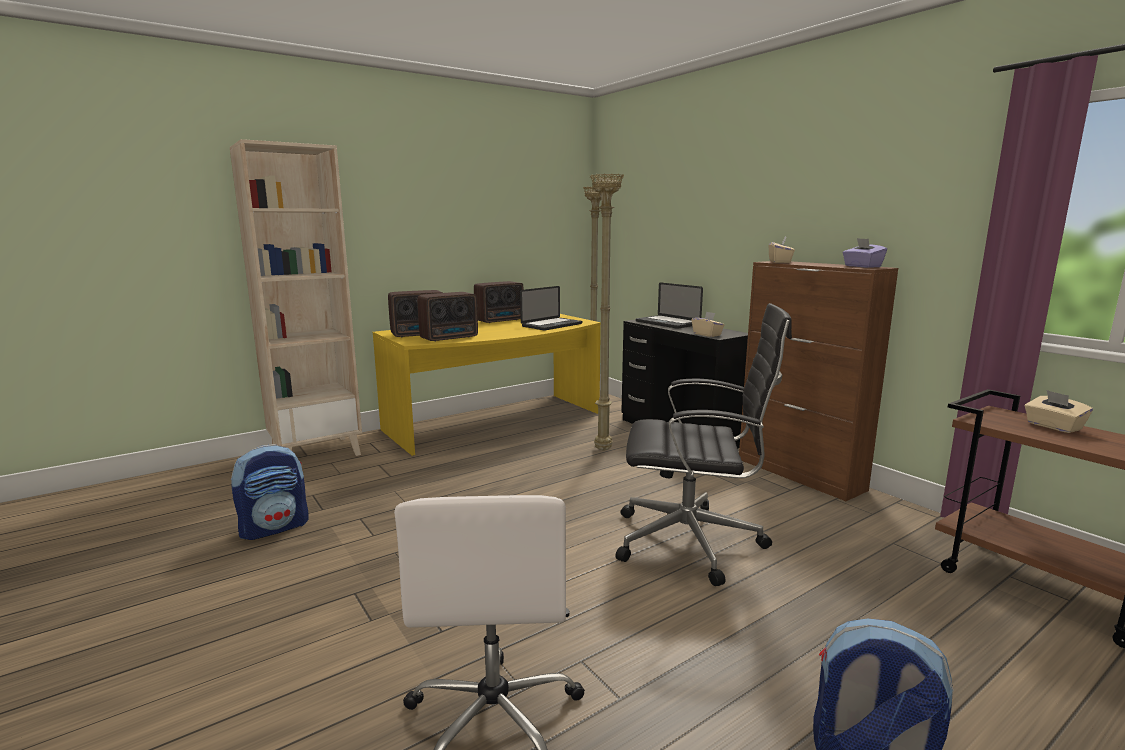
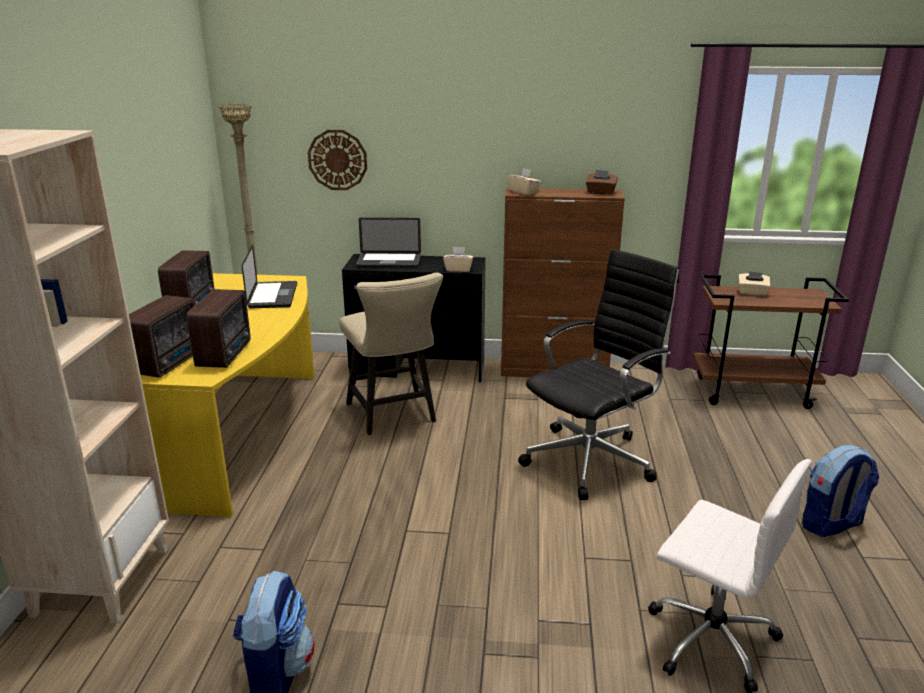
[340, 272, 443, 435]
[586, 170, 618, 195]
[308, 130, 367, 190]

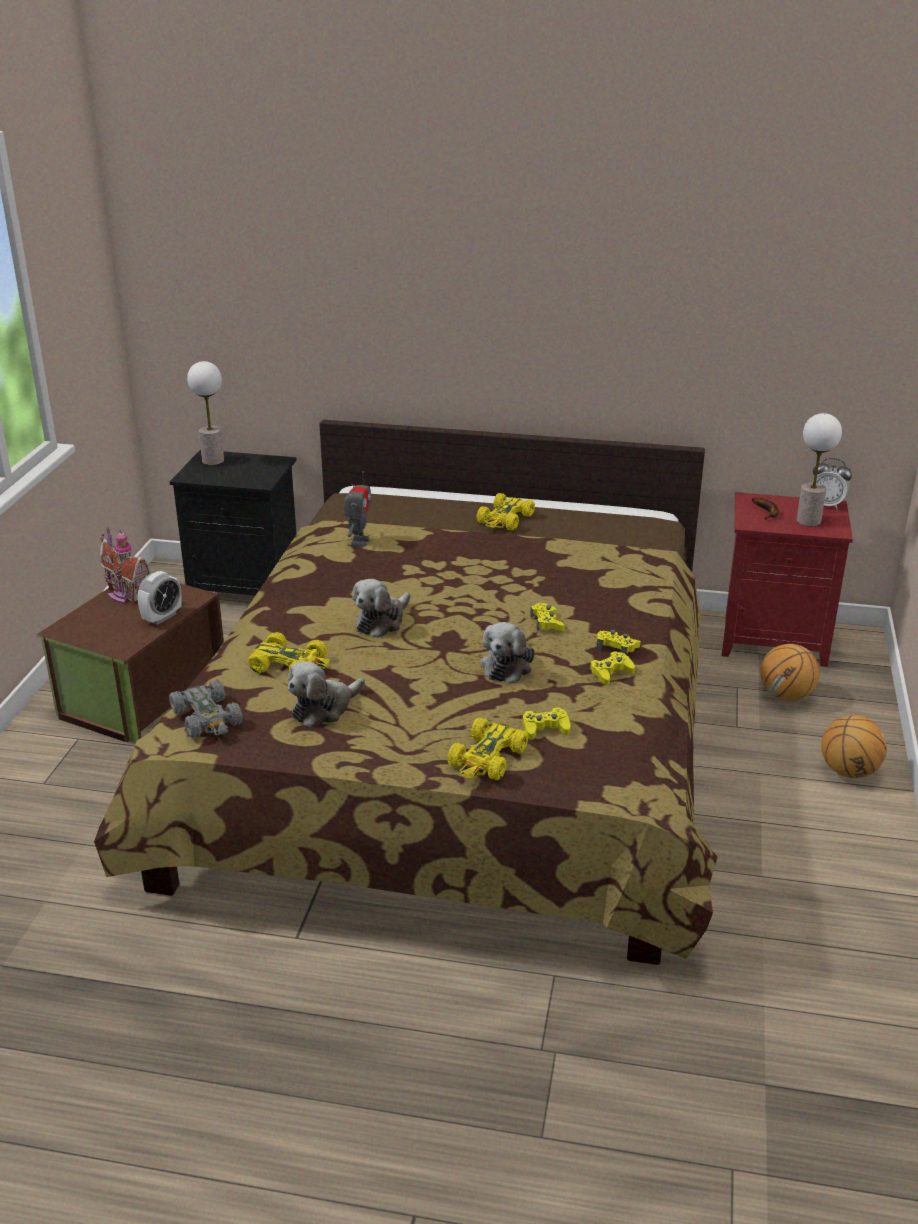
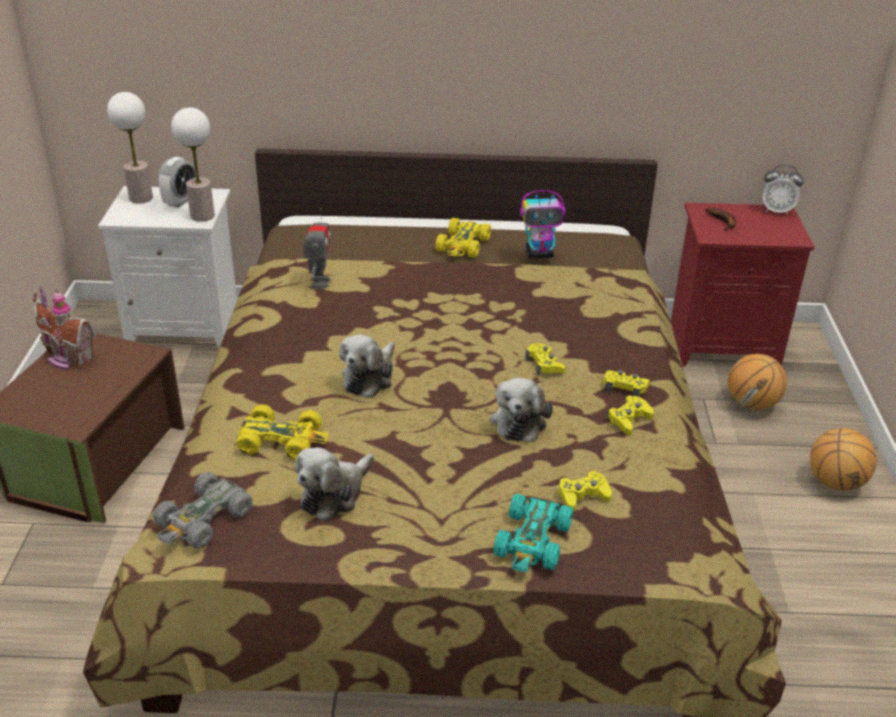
[171, 107, 215, 222]
[98, 186, 237, 350]
[158, 157, 196, 208]
[152, 472, 252, 549]
[493, 494, 573, 572]
[520, 190, 565, 259]

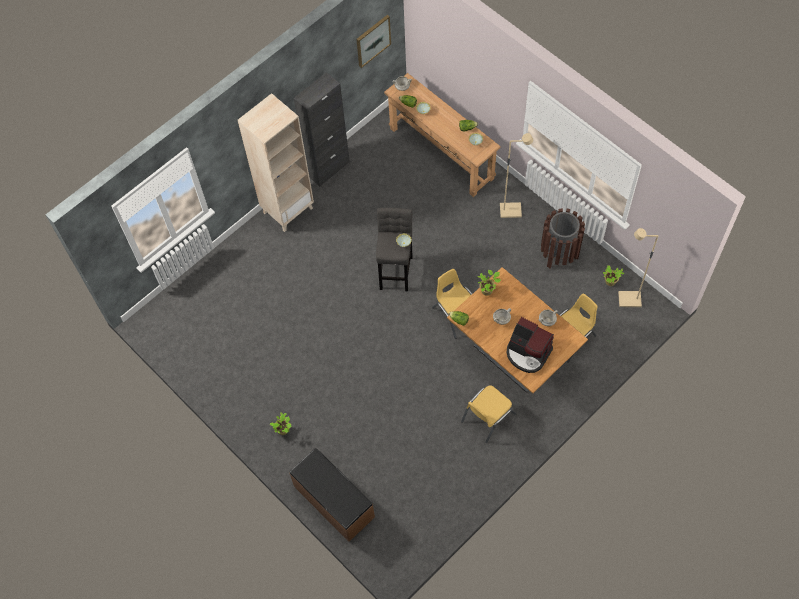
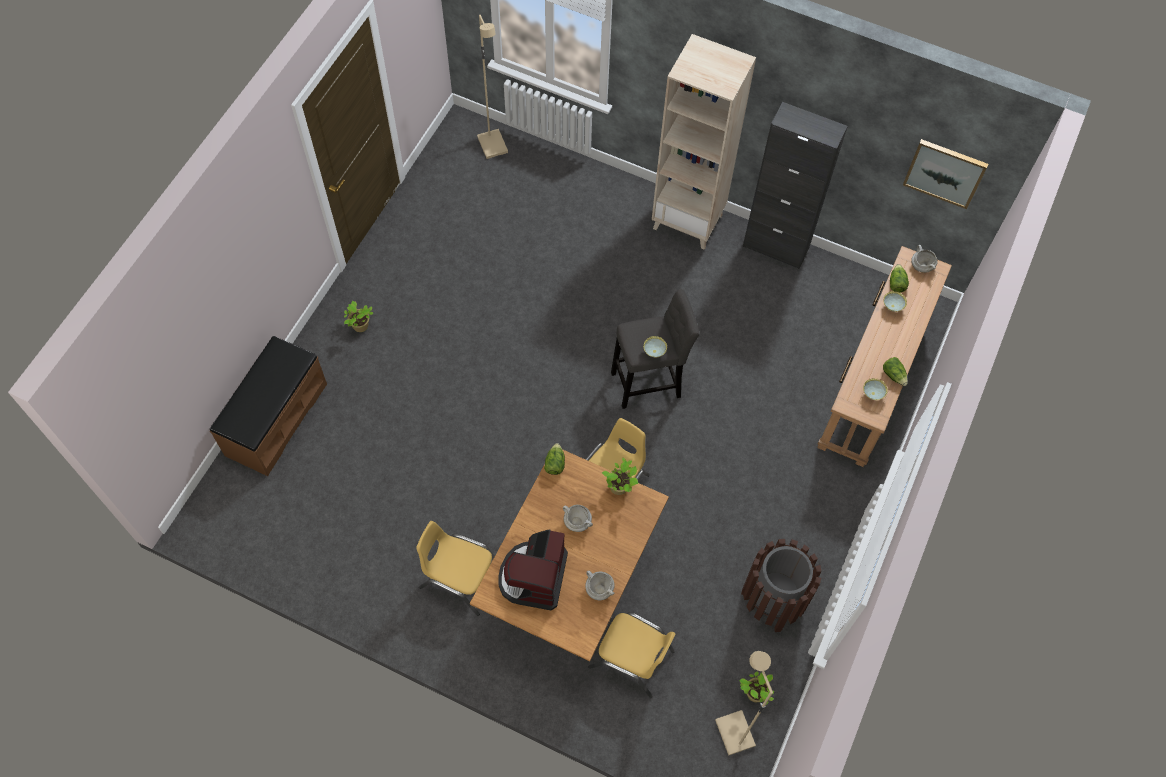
[477, 15, 508, 159]

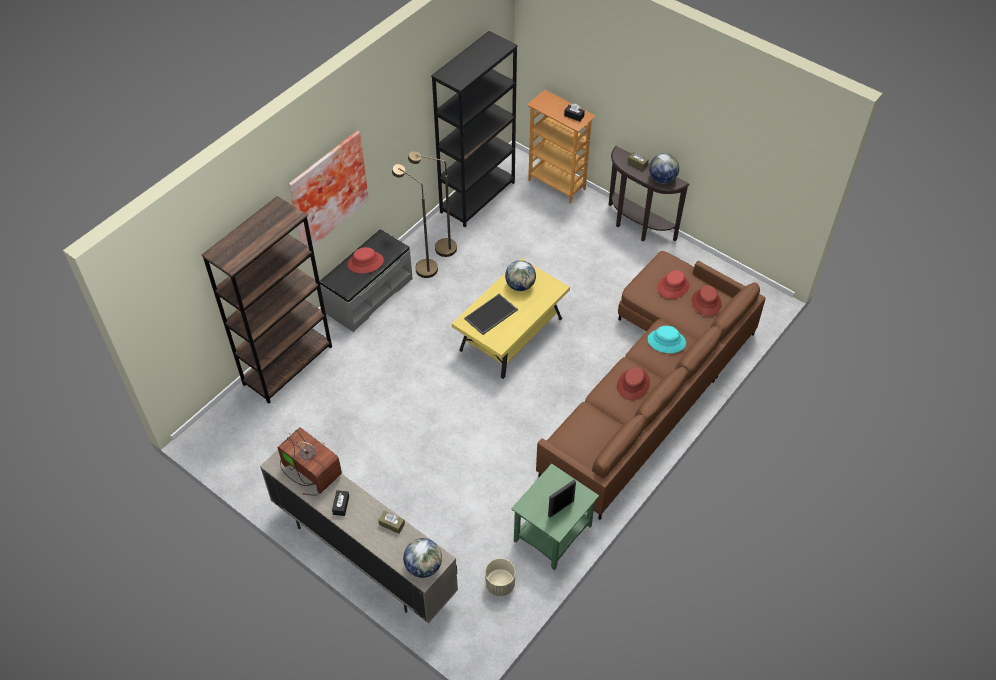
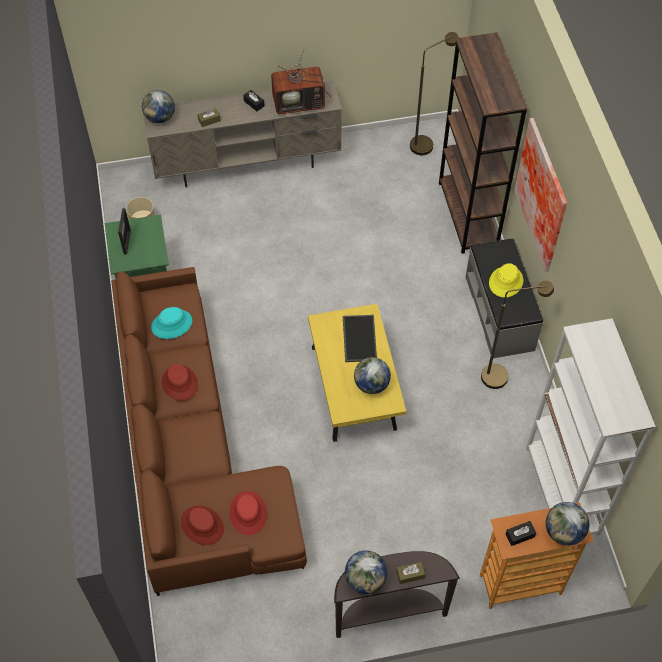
[526, 318, 656, 536]
[410, 32, 459, 155]
[489, 263, 523, 297]
[151, 307, 192, 339]
[546, 502, 589, 546]

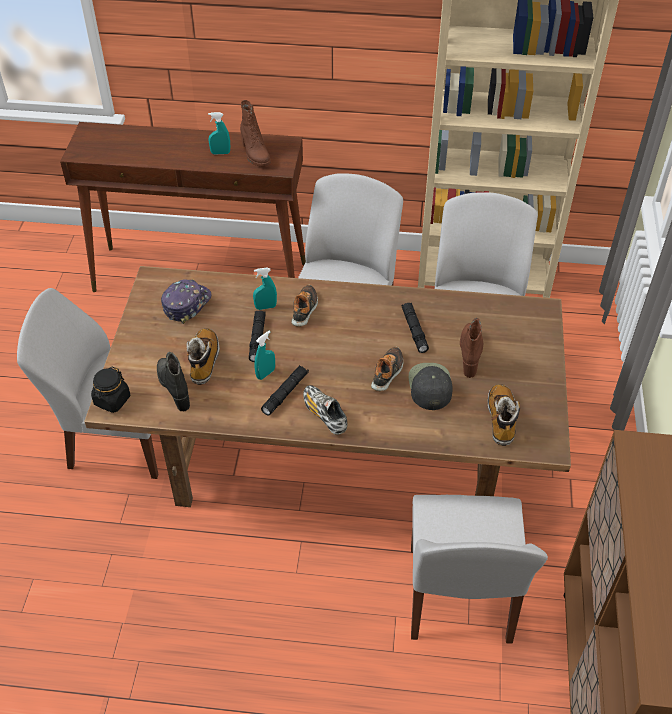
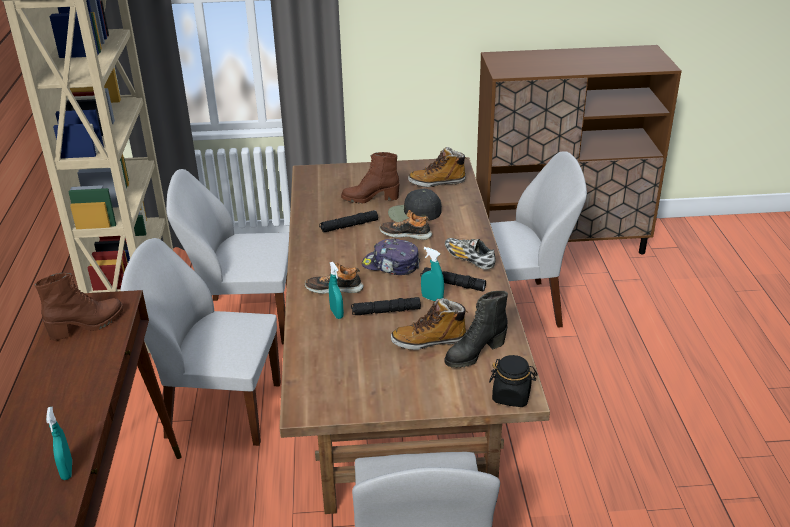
[46, 407, 72, 480]
[362, 238, 420, 275]
[445, 238, 496, 270]

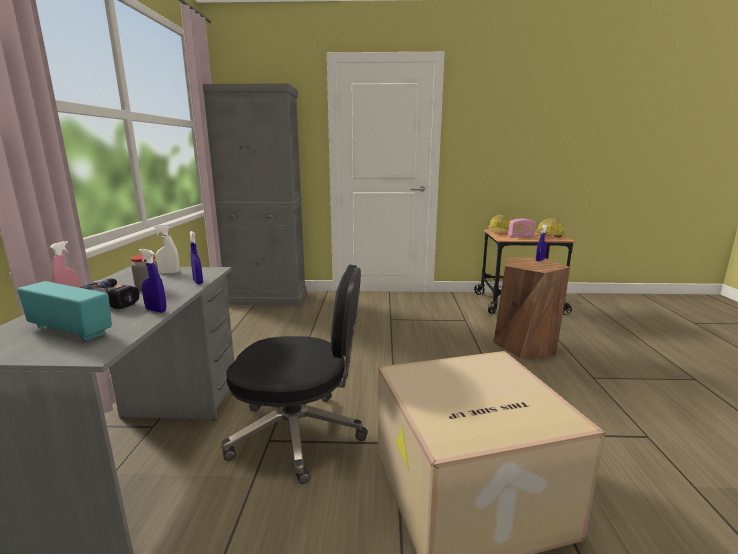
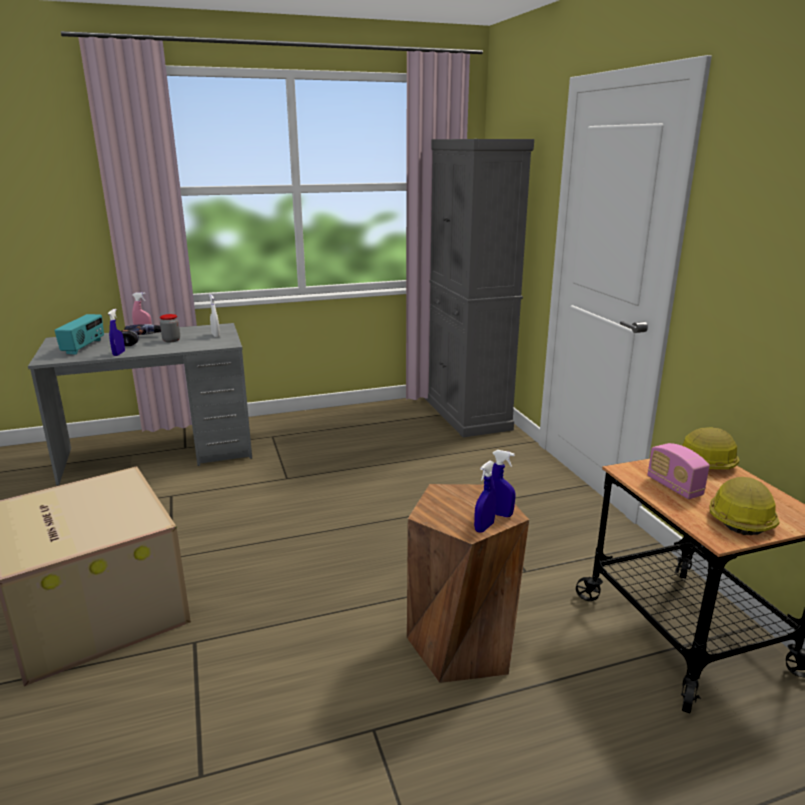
[474, 461, 496, 533]
[221, 265, 368, 484] (first image)

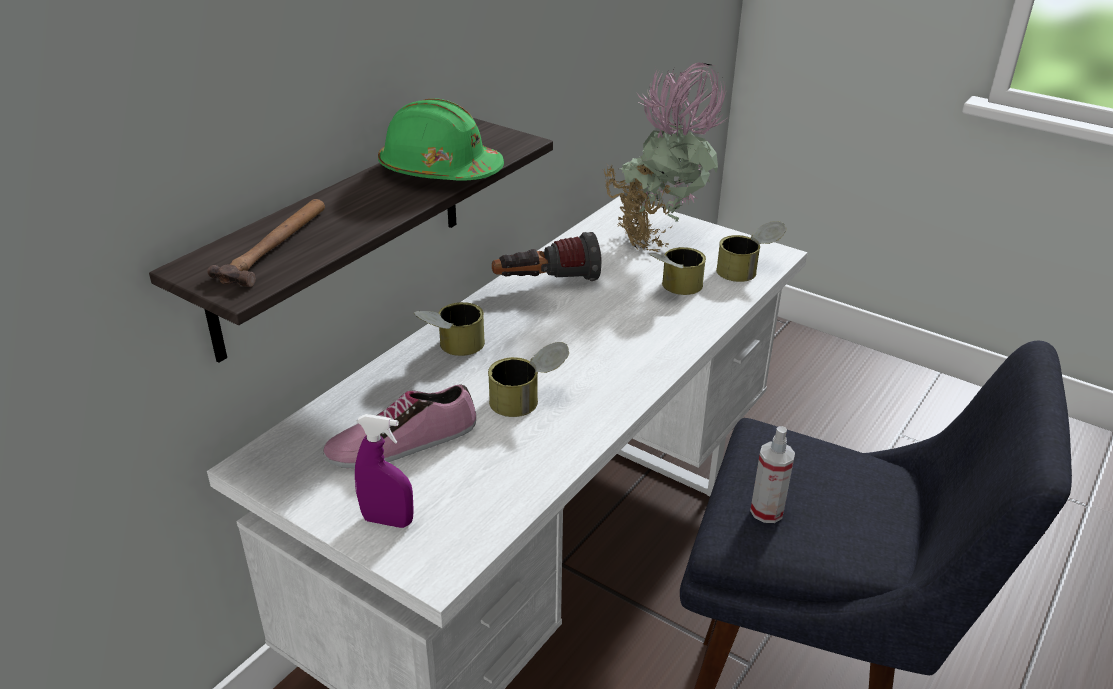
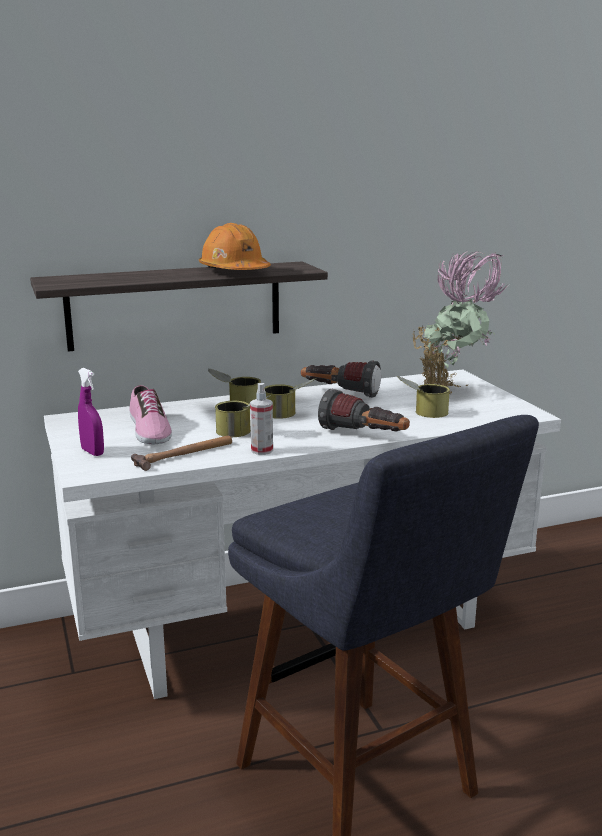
[199, 223, 271, 270]
[131, 435, 232, 471]
[264, 378, 316, 419]
[129, 385, 172, 444]
[250, 383, 273, 455]
[318, 388, 410, 431]

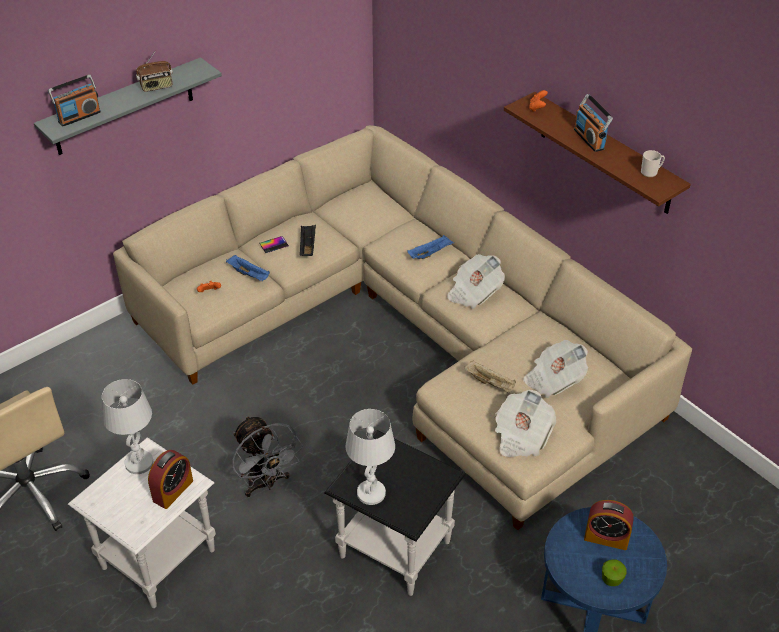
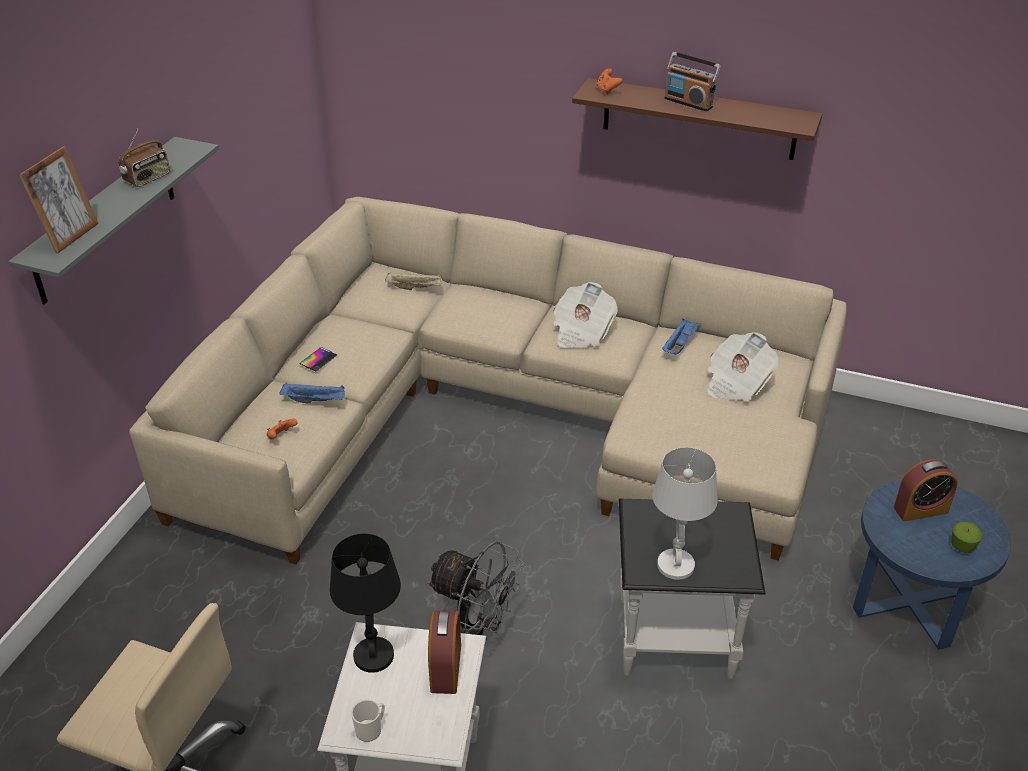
[19, 146, 99, 254]
[351, 700, 385, 742]
[300, 225, 316, 256] (first image)
[662, 319, 701, 355]
[385, 273, 442, 290]
[330, 533, 401, 673]
[495, 390, 556, 457] (first image)

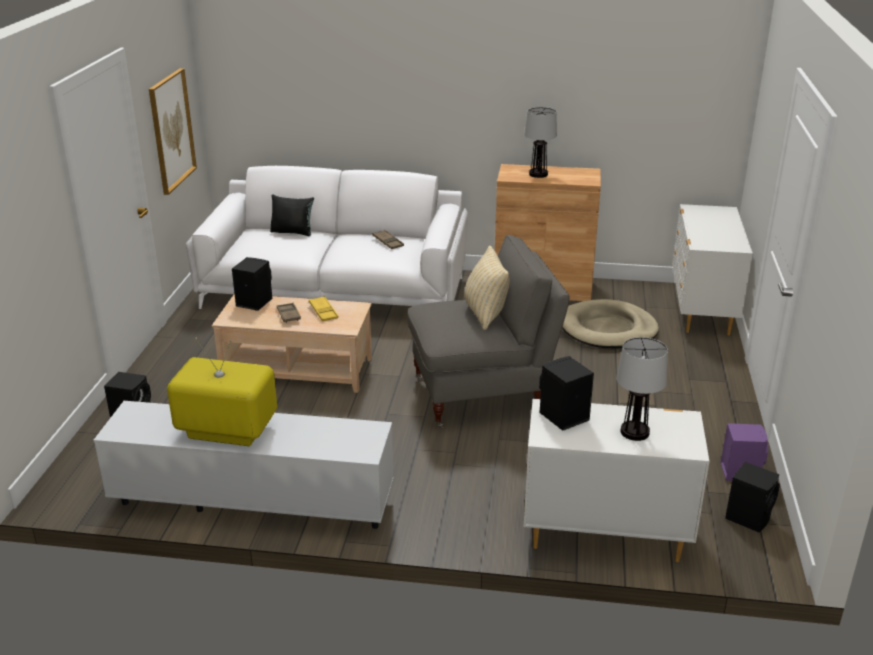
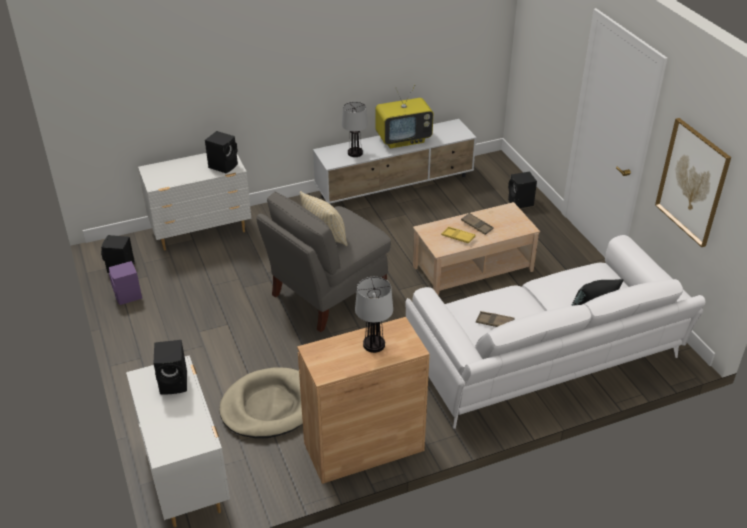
[153, 340, 187, 394]
[342, 102, 368, 157]

